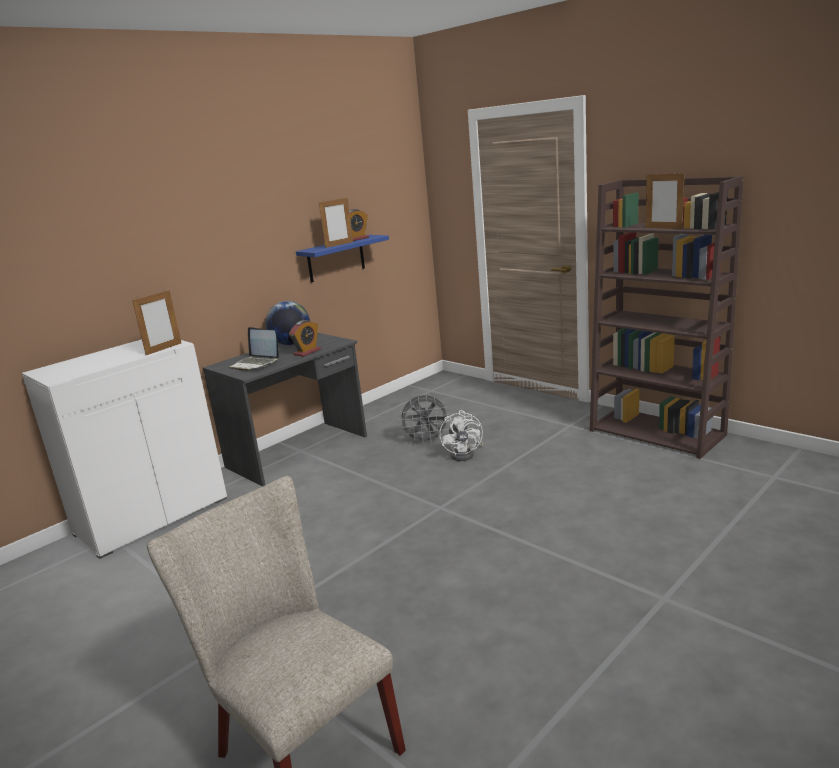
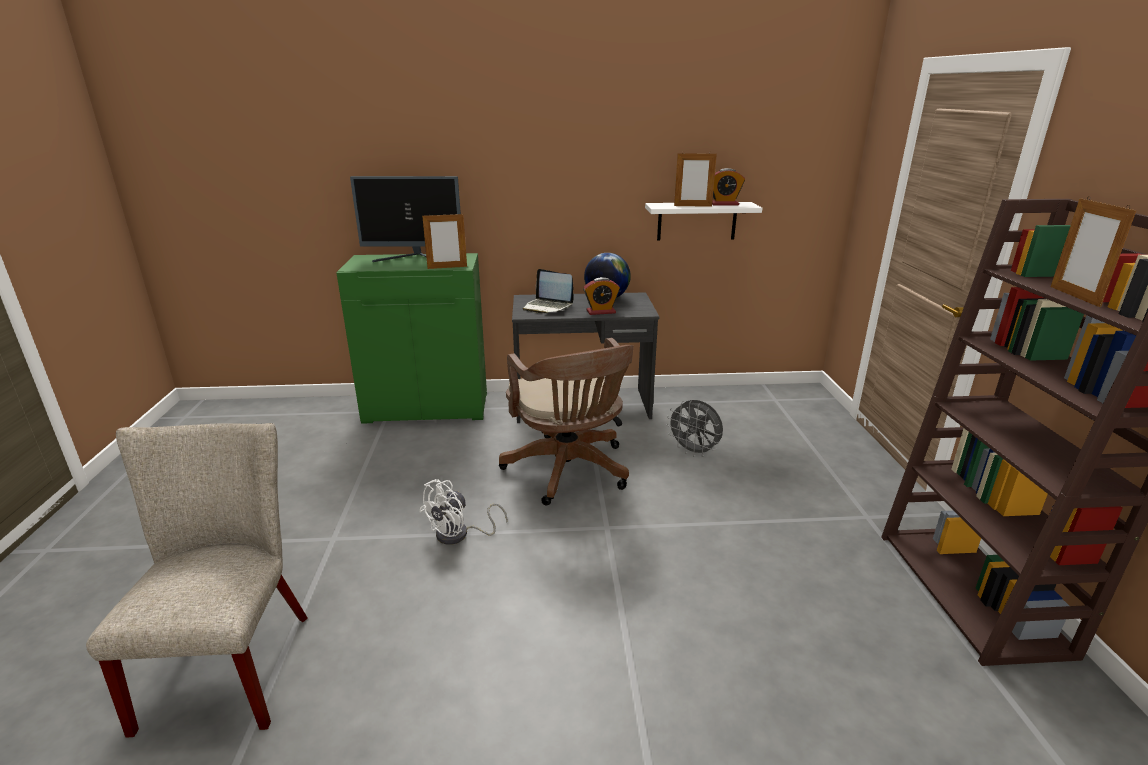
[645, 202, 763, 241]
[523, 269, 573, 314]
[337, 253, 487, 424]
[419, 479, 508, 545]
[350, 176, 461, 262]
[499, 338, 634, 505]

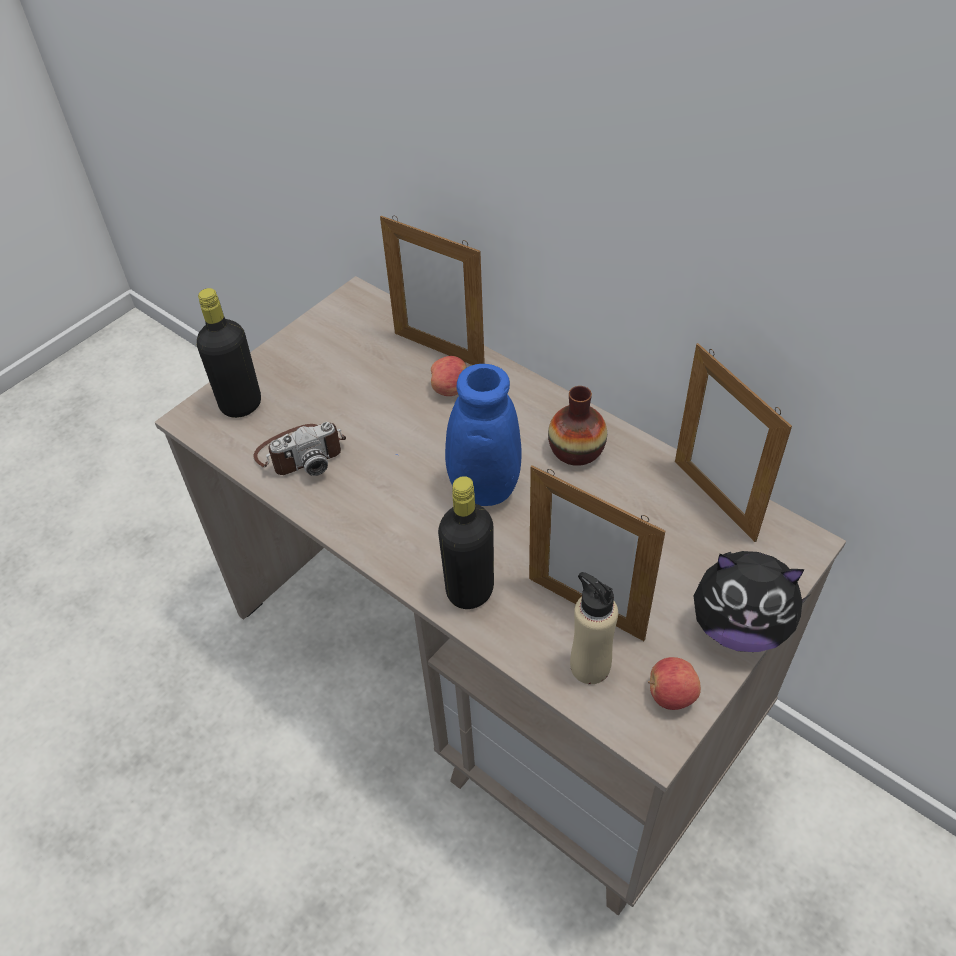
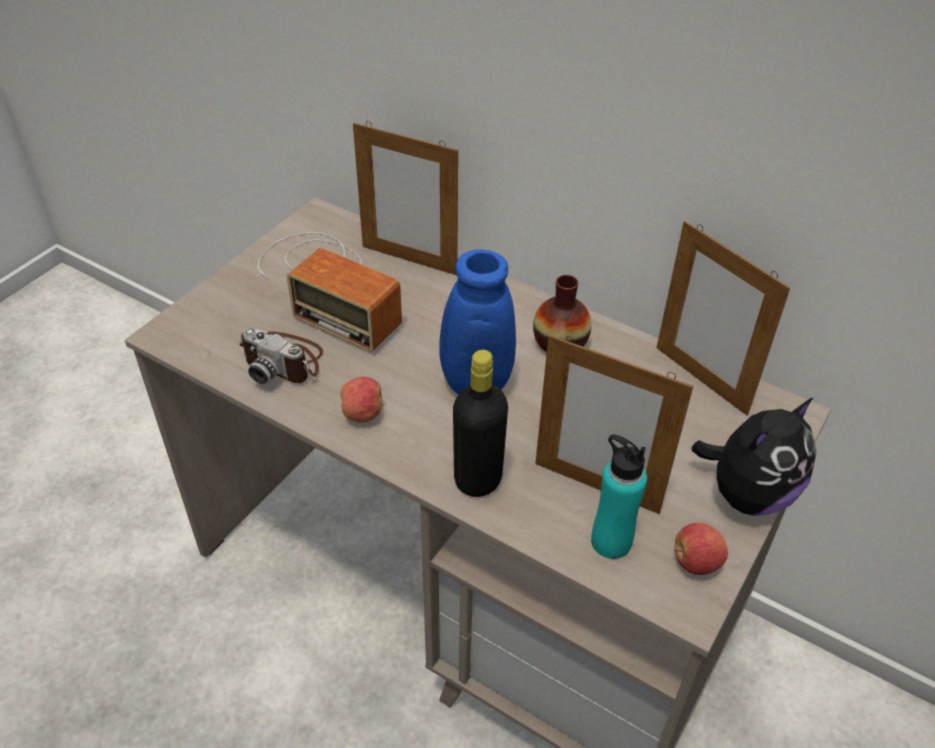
[197, 288, 261, 418] (first image)
[340, 377, 384, 423]
[239, 328, 323, 384]
[691, 397, 816, 516]
[591, 435, 647, 559]
[257, 232, 402, 352]

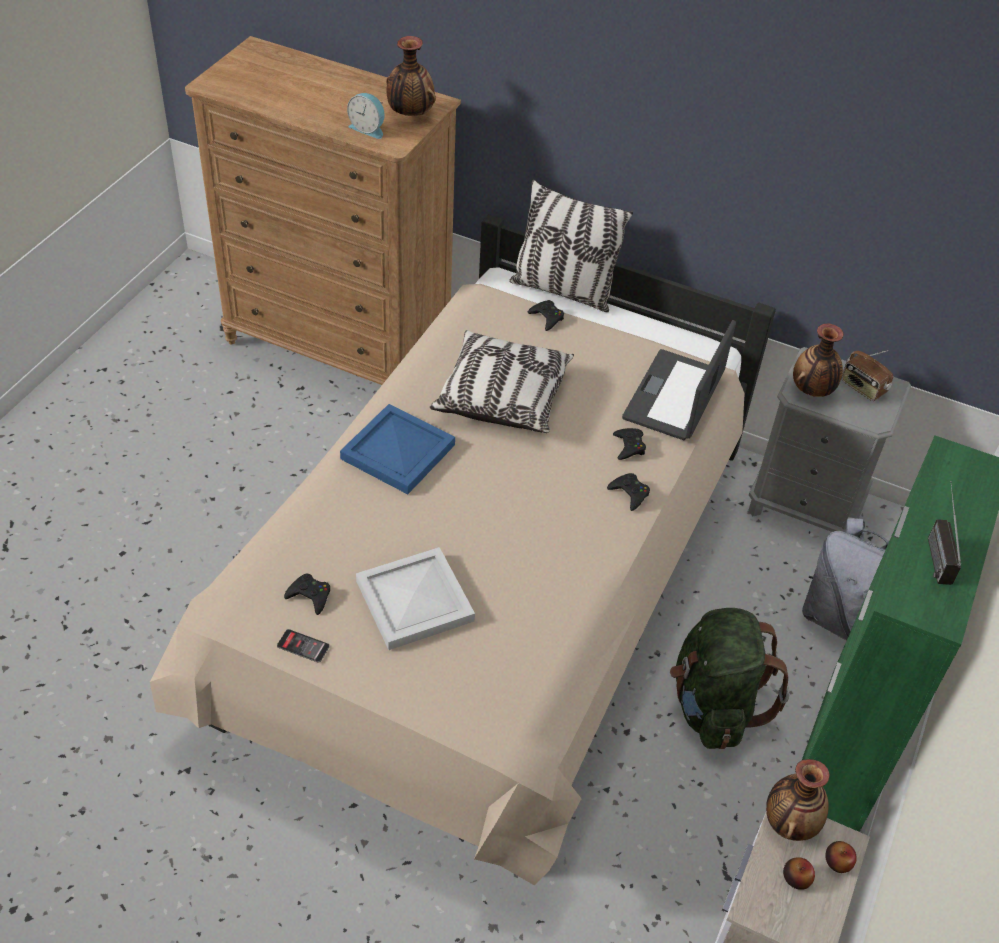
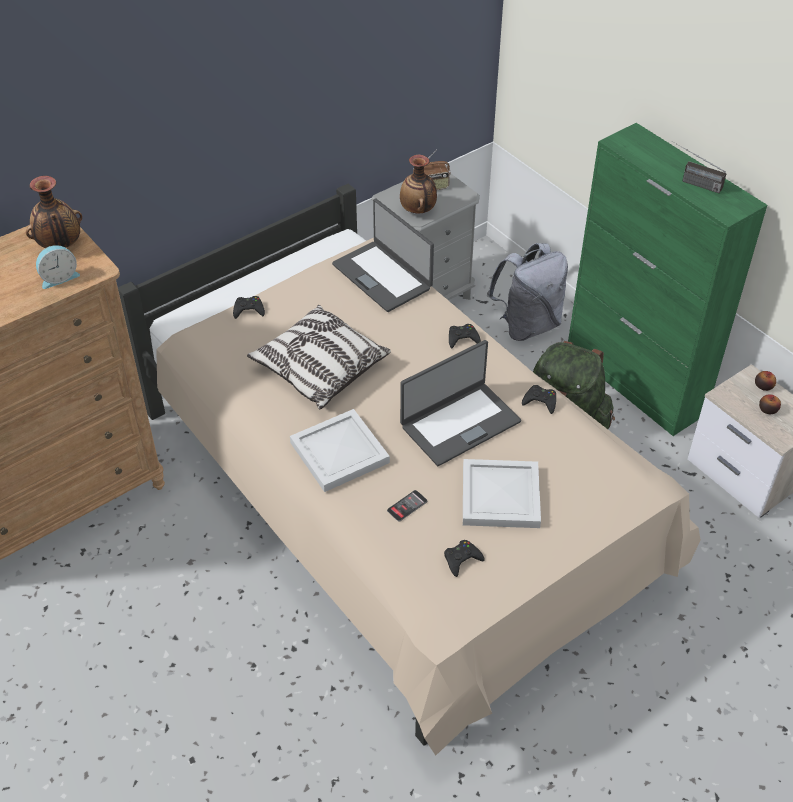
[509, 180, 633, 312] (first image)
[290, 409, 390, 492]
[522, 385, 556, 414]
[387, 490, 427, 521]
[766, 759, 830, 841] (first image)
[400, 340, 521, 466]

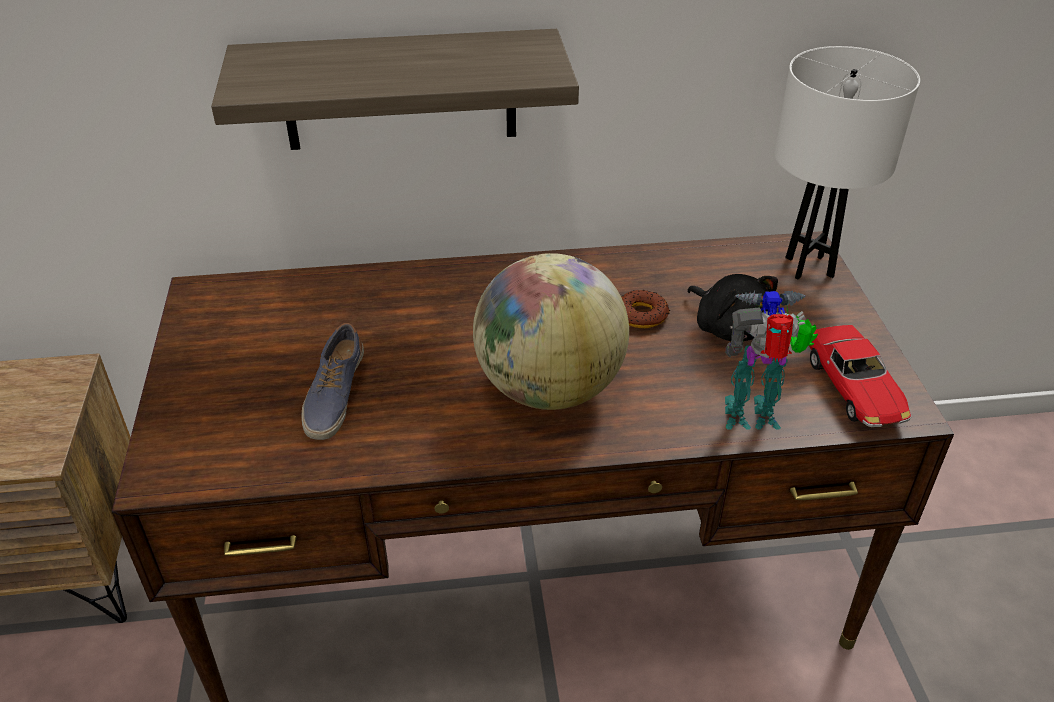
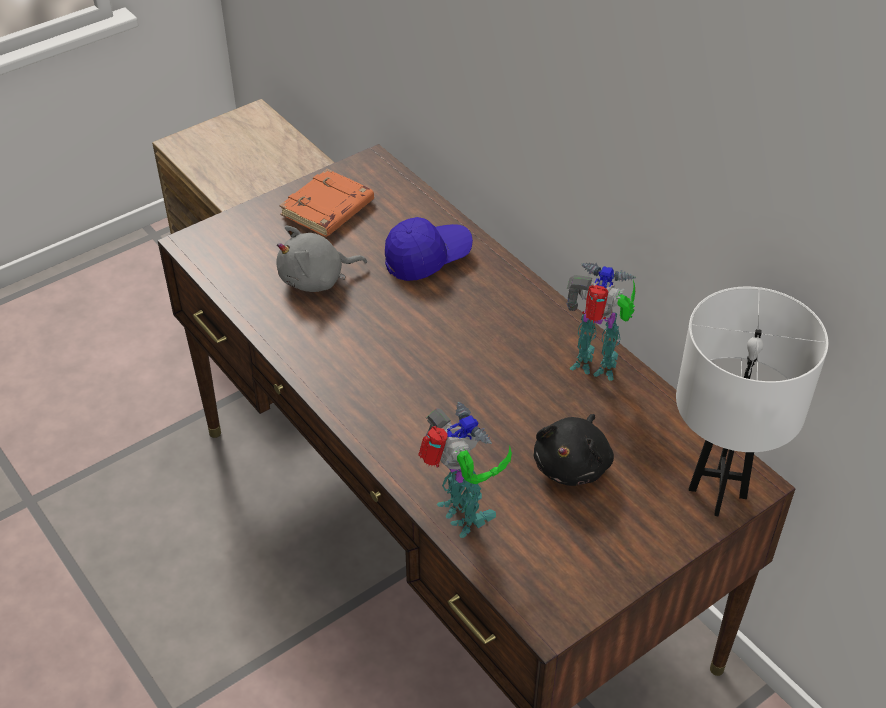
[211, 29, 579, 150] (first image)
[473, 253, 629, 410] (first image)
[622, 290, 670, 328] (first image)
[276, 225, 367, 292]
[809, 325, 911, 427] (first image)
[279, 169, 374, 237]
[385, 217, 473, 281]
[567, 263, 636, 381]

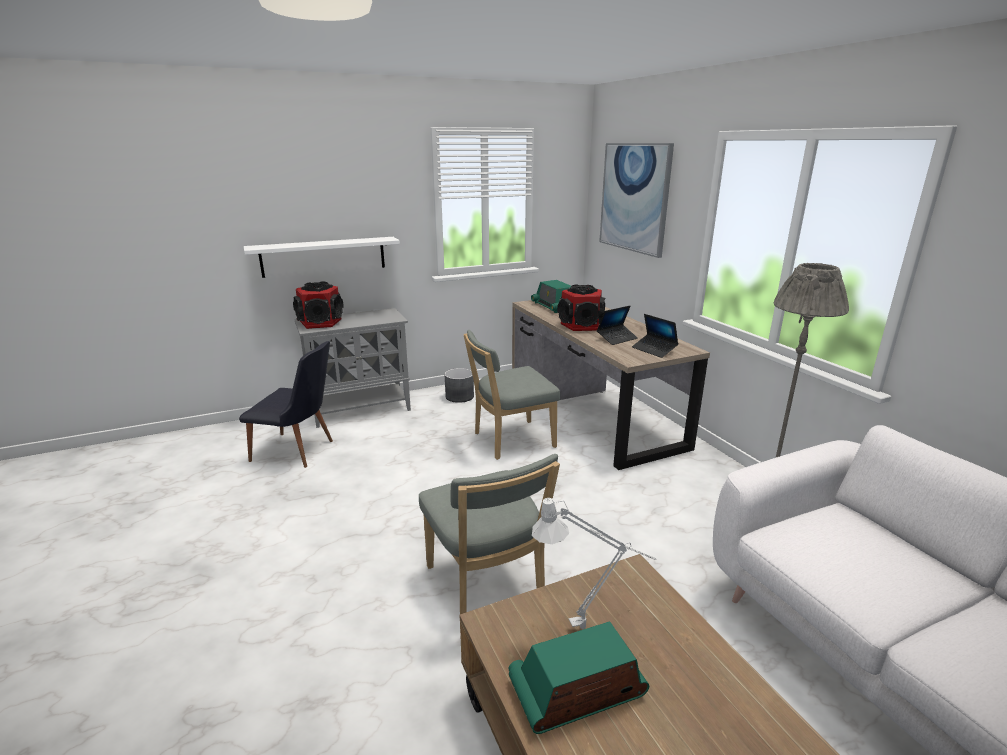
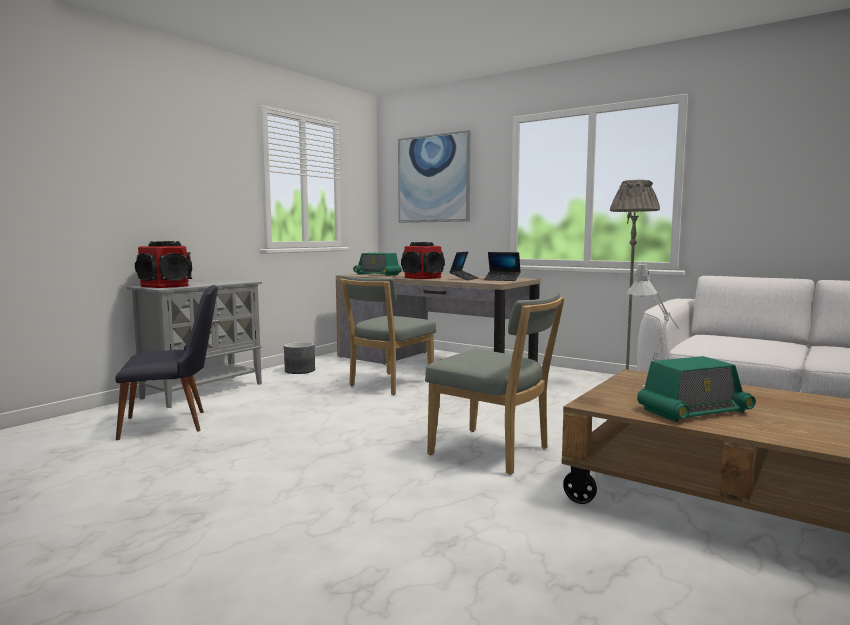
[244, 237, 400, 278] (first image)
[637, 356, 756, 422]

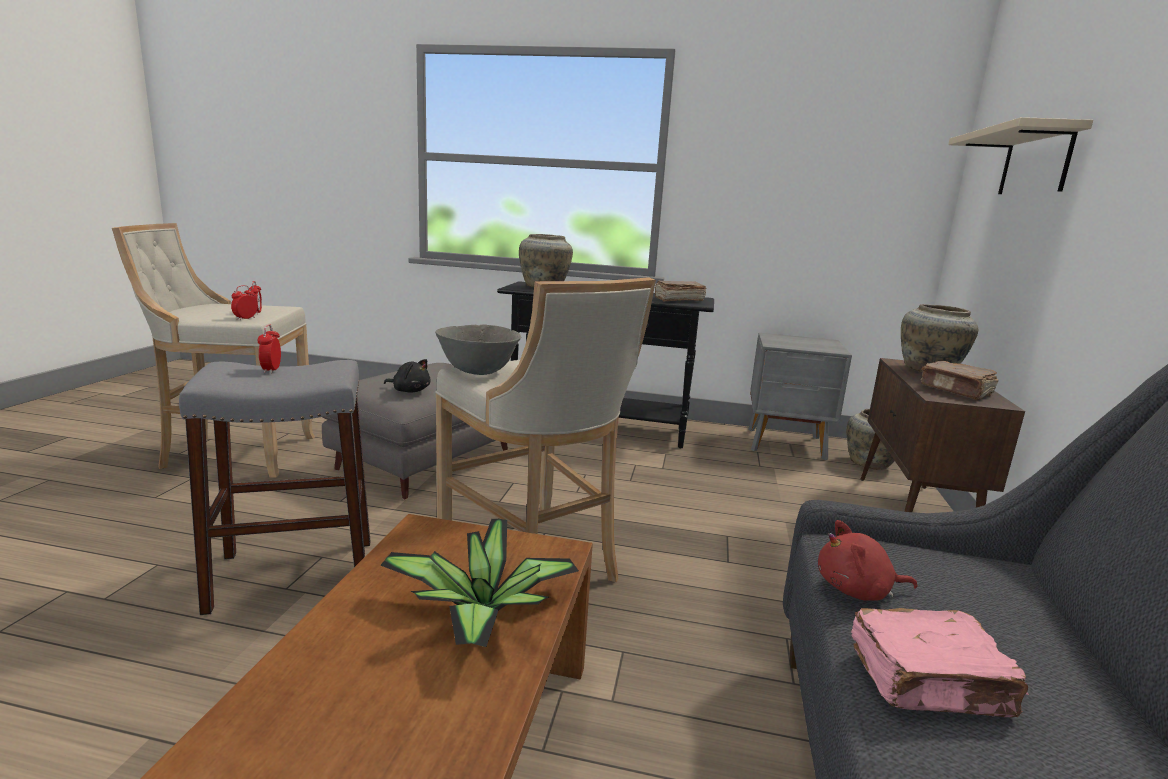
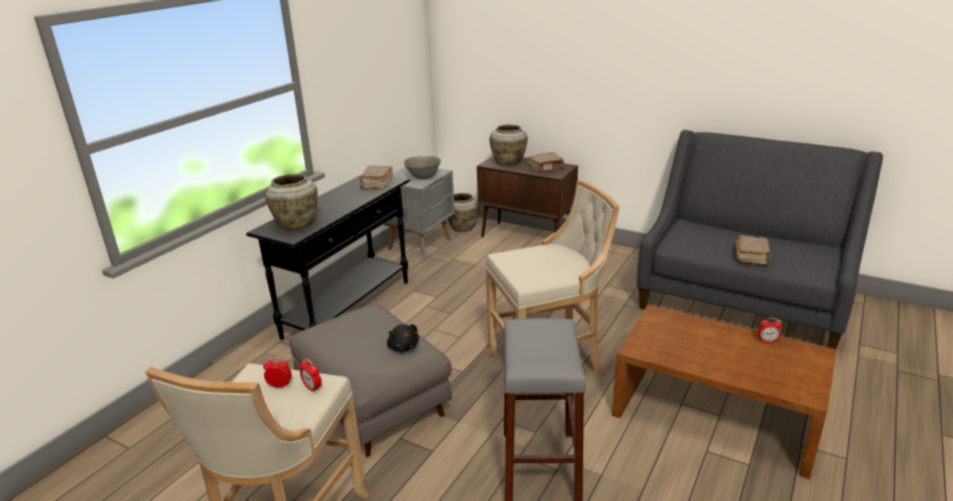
[948, 117, 1093, 194] (first image)
[758, 318, 782, 343]
[404, 156, 441, 179]
[387, 324, 419, 352]
[380, 519, 579, 647] (first image)
[818, 520, 918, 601] (first image)
[736, 235, 771, 265]

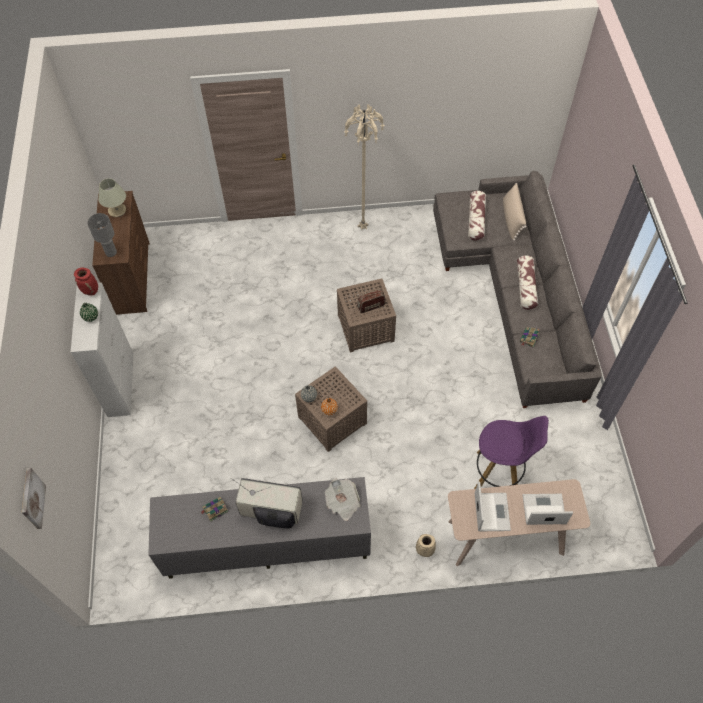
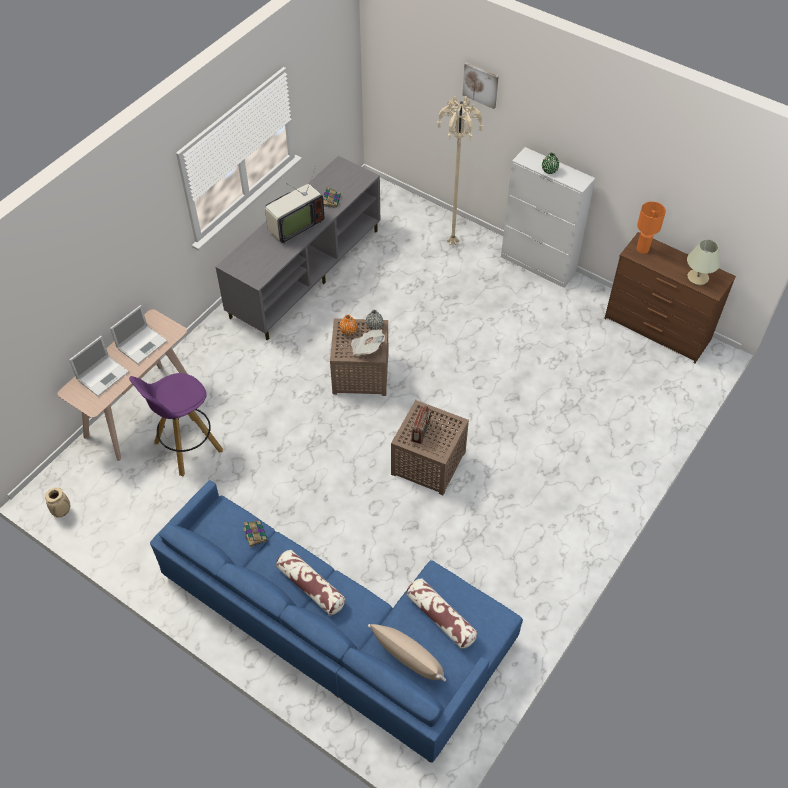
[437, 96, 483, 246]
[150, 480, 523, 763]
[637, 201, 666, 254]
[74, 267, 98, 296] (first image)
[462, 62, 499, 109]
[351, 329, 385, 355]
[110, 305, 168, 364]
[45, 487, 70, 518]

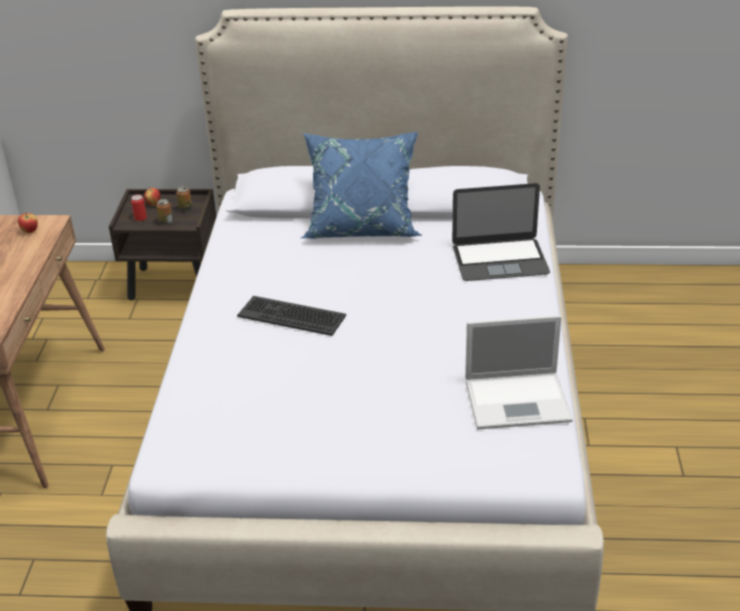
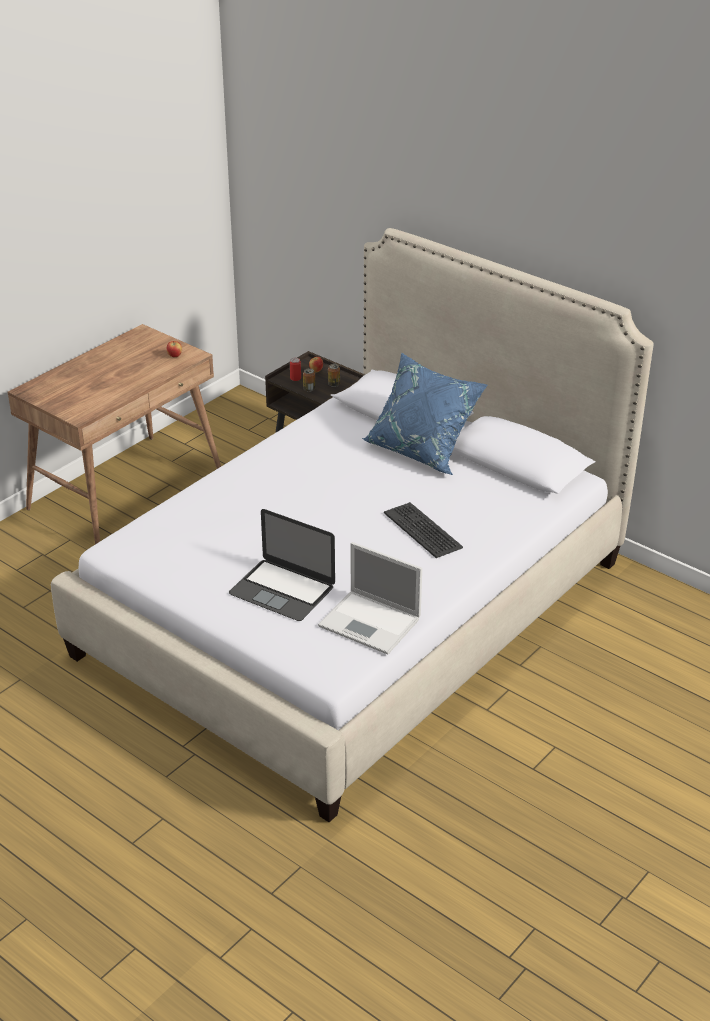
[229, 509, 335, 621]
[384, 502, 463, 558]

